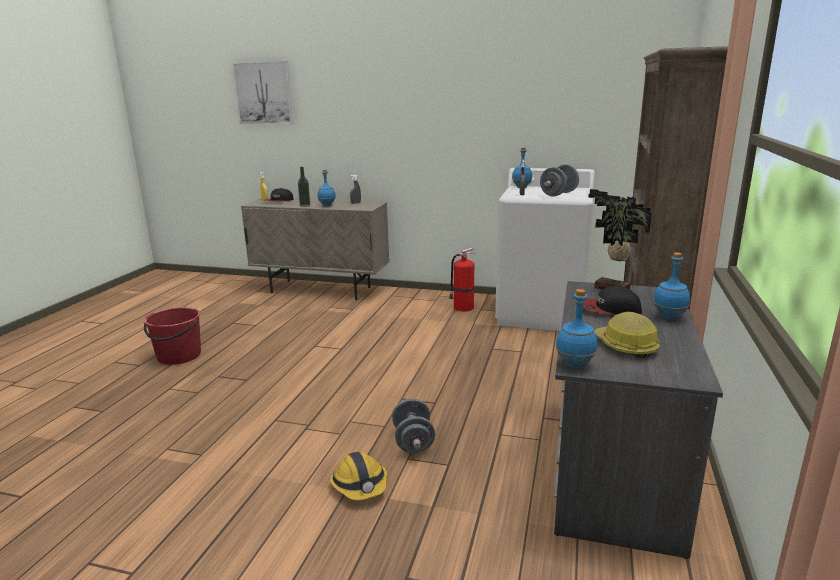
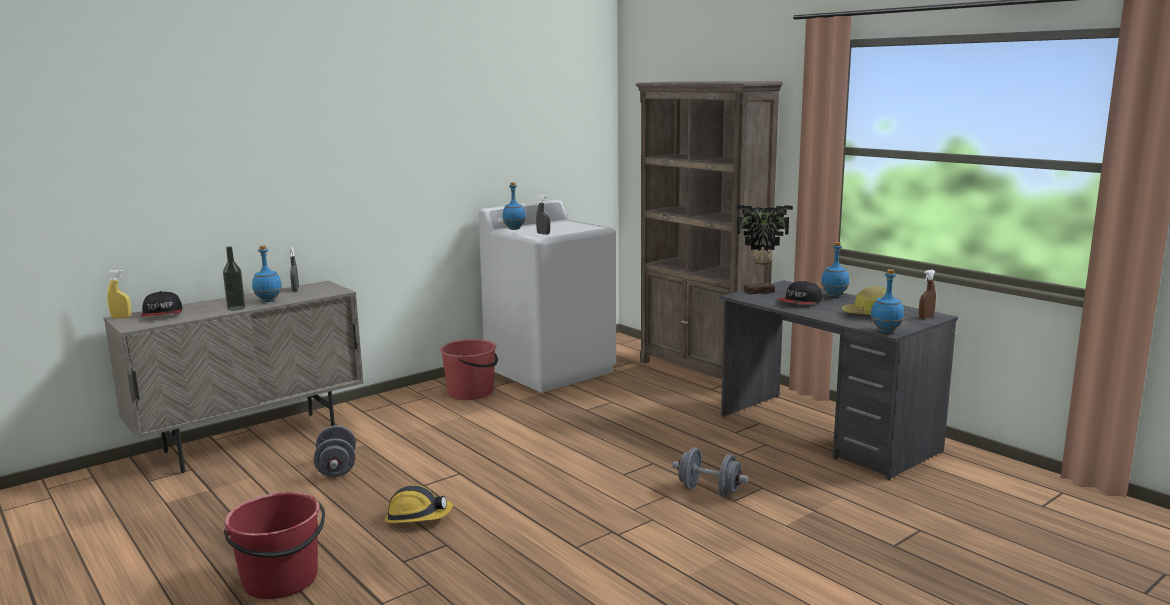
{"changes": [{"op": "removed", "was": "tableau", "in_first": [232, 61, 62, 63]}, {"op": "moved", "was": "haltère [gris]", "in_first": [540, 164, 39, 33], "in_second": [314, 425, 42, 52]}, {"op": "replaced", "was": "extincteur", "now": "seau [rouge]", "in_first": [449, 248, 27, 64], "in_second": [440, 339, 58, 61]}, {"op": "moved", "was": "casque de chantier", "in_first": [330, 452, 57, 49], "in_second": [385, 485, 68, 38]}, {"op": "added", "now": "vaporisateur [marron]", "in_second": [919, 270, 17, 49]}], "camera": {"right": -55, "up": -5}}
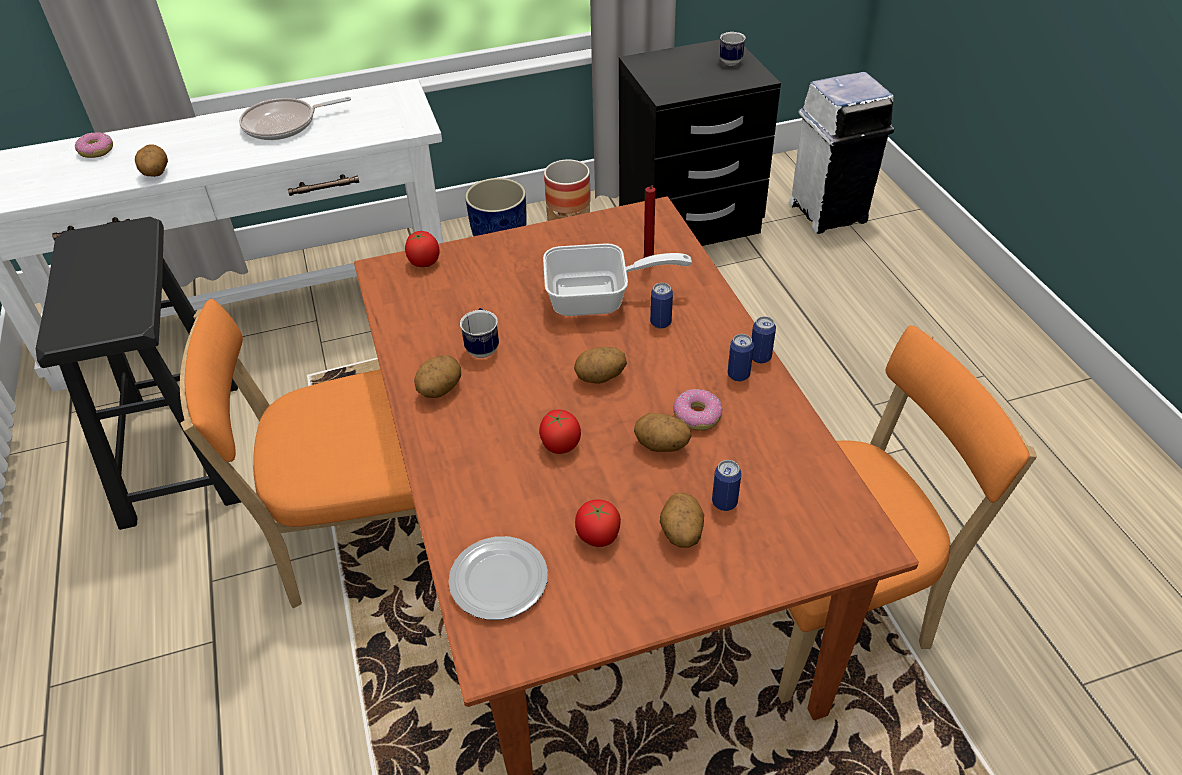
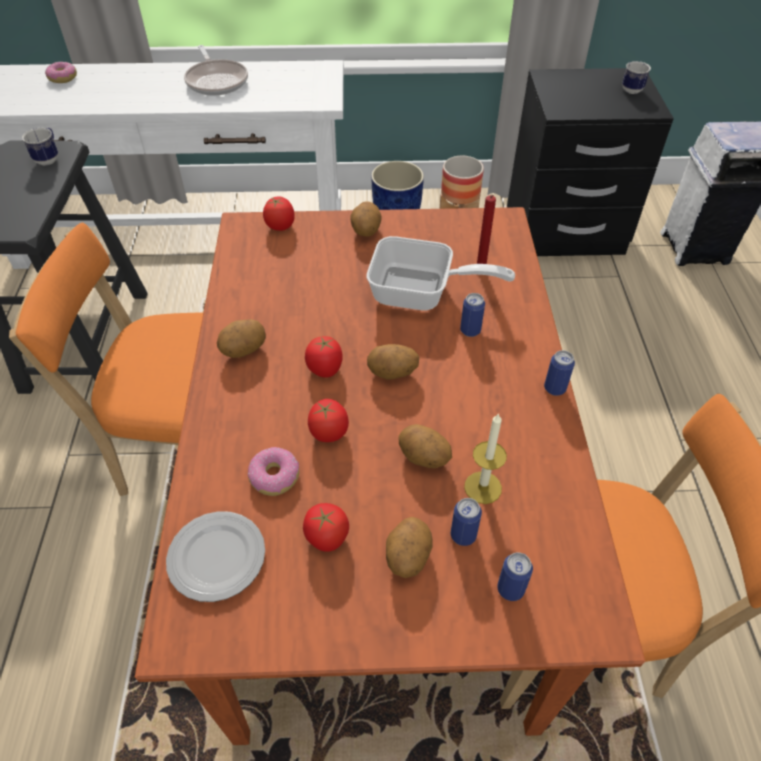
{"changes": [{"op": "turned", "was": "poêle", "in_first": [239, 97, 112, 43], "in_second": [184, 45, 64, 51], "clockwise": -105}, {"op": "moved", "was": "pomme de terre", "in_first": [135, 144, 33, 33], "in_second": [350, 201, 32, 36]}, {"op": "moved", "was": "mug", "in_first": [460, 308, 39, 50], "in_second": [22, 128, 36, 37]}, {"op": "moved", "was": "boîte métallique", "in_first": [728, 334, 26, 47], "in_second": [497, 552, 36, 49]}, {"op": "moved", "was": "beignet", "in_first": [673, 389, 50, 42], "in_second": [248, 447, 51, 49]}, {"op": "added", "now": "tomate", "in_second": [305, 336, 38, 42]}, {"op": "added", "now": "bougie", "in_second": [464, 413, 43, 91]}], "camera": {"right": 15, "up": 5}}
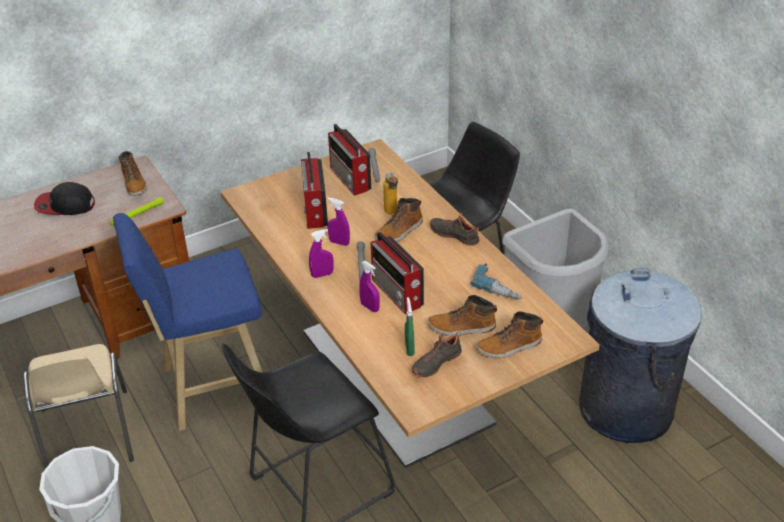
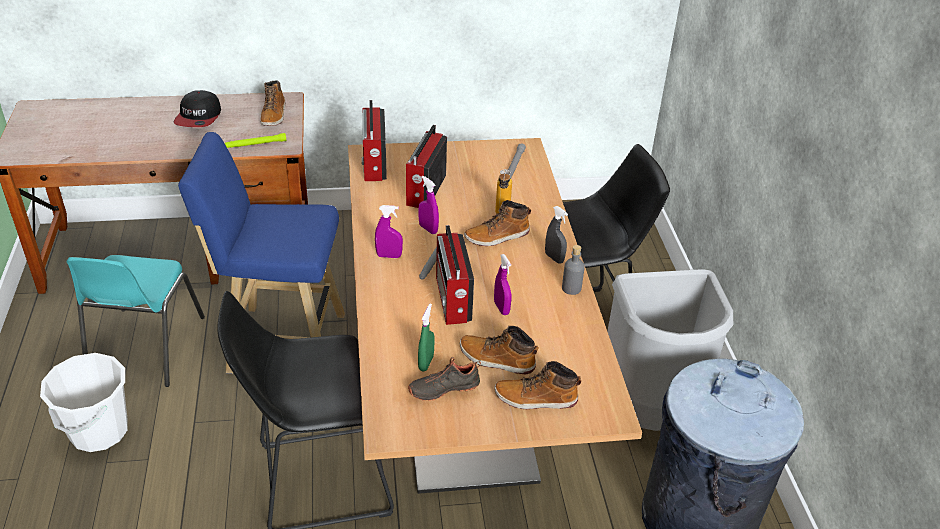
{"changes": [{"op": "moved", "was": "radio", "in_first": [328, 124, 43, 72], "in_second": [362, 100, 25, 81]}, {"op": "turned", "was": "casquette", "in_first": [34, 182, 61, 33], "in_second": [174, 90, 47, 37], "clockwise": -105}, {"op": "replaced", "was": "chaussure [noir]", "now": "vaporisateur [gris]", "in_first": [430, 213, 49, 33], "in_second": [545, 206, 23, 58]}, {"op": "moved", "was": "vaporisateur [violet]", "in_first": [359, 261, 21, 51], "in_second": [494, 254, 18, 61]}, {"op": "removed", "was": "perceuse", "in_first": [470, 263, 52, 36]}, {"op": "recoloured", "was": "chaise [beige]", "now": "chaise [turquoise]", "in_first": [23, 344, 111, 125], "in_second": [66, 255, 139, 132]}, {"op": "added", "now": "bouteille [gris]", "in_second": [562, 245, 23, 50]}], "camera": {"right": 20, "up": 0}}
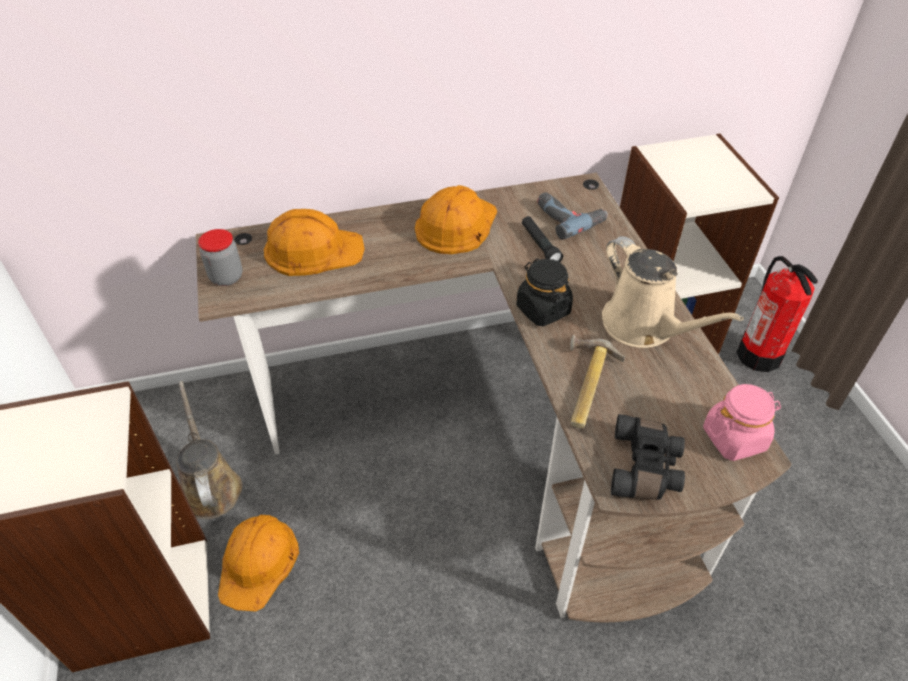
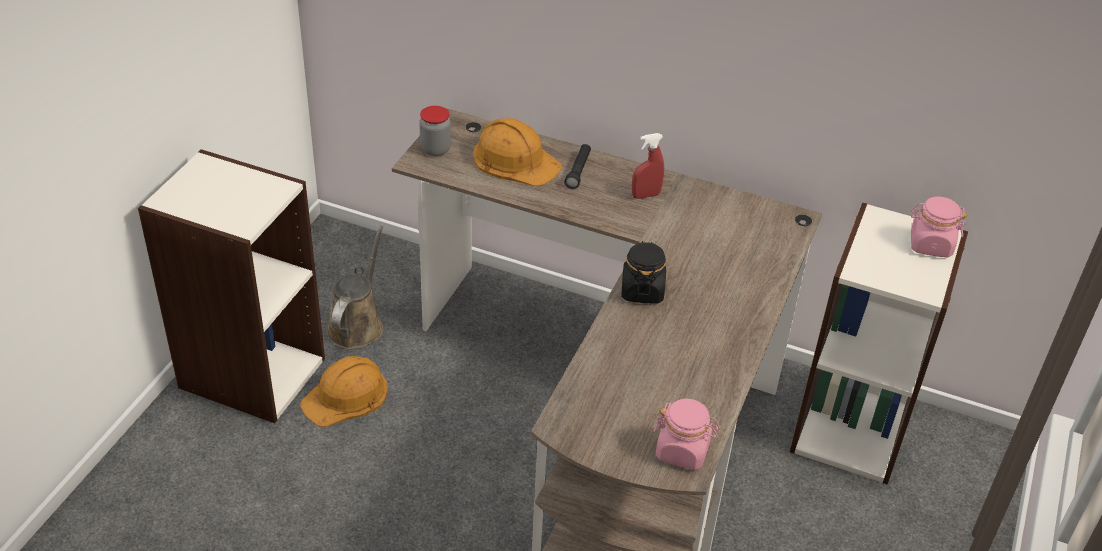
{"changes": [{"op": "replaced", "was": "casque de chantier [orange]", "now": "vaporisateur [rouge]", "in_first": [415, 185, 82, 69], "in_second": [632, 133, 32, 66]}, {"op": "removed", "was": "perceuse", "in_first": [537, 192, 71, 48]}, {"op": "moved", "was": "lampe de poche [noir]", "in_first": [522, 216, 41, 46], "in_second": [564, 144, 27, 45]}, {"op": "removed", "was": "arrosoir [beige]", "in_first": [602, 236, 142, 112]}, {"op": "removed", "was": "extincteur", "in_first": [736, 256, 82, 116]}, {"op": "removed", "was": "marteau", "in_first": [570, 334, 55, 94]}, {"op": "removed", "was": "jumelles [noir]", "in_first": [611, 414, 74, 86]}, {"op": "added", "now": "bocal [rose]", "in_second": [911, 196, 56, 61]}], "camera": {"right": 35, "up": -5}}
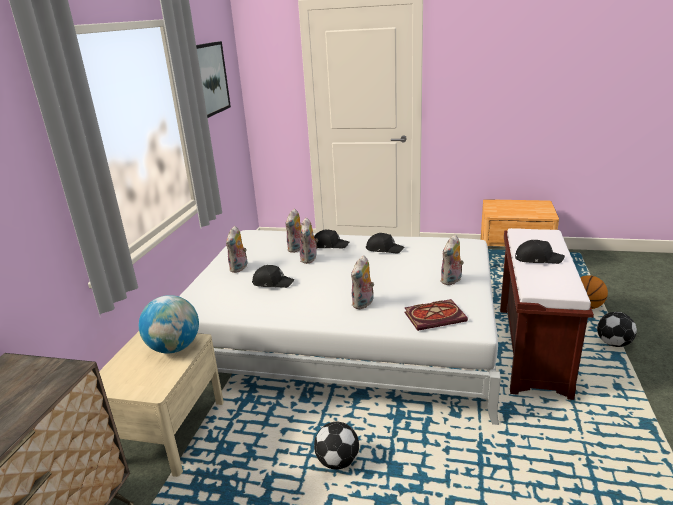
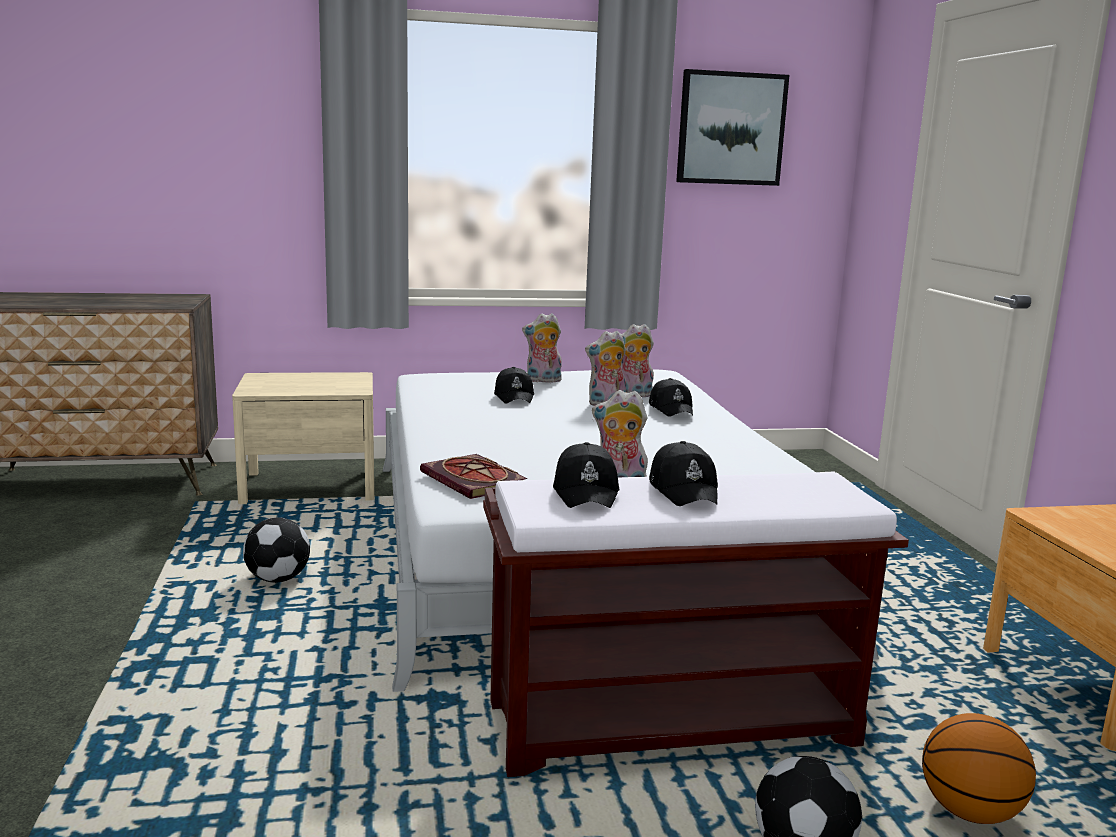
{"changes": [{"op": "moved", "was": "casquette [noir]", "in_first": [366, 233, 38, 21], "in_second": [553, 442, 67, 66]}, {"op": "removed", "was": "peluche", "in_first": [351, 255, 23, 54]}, {"op": "removed", "was": "globe", "in_first": [139, 295, 60, 58]}], "camera": {"right": 65, "up": -10}}
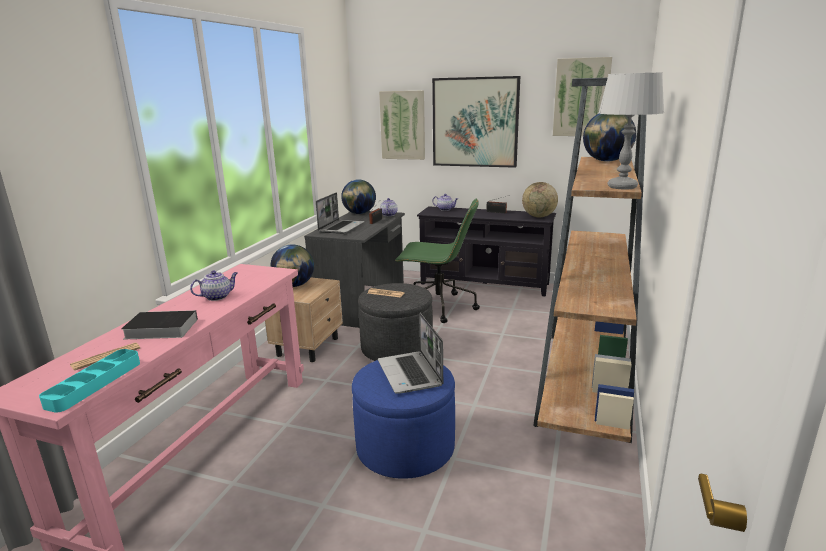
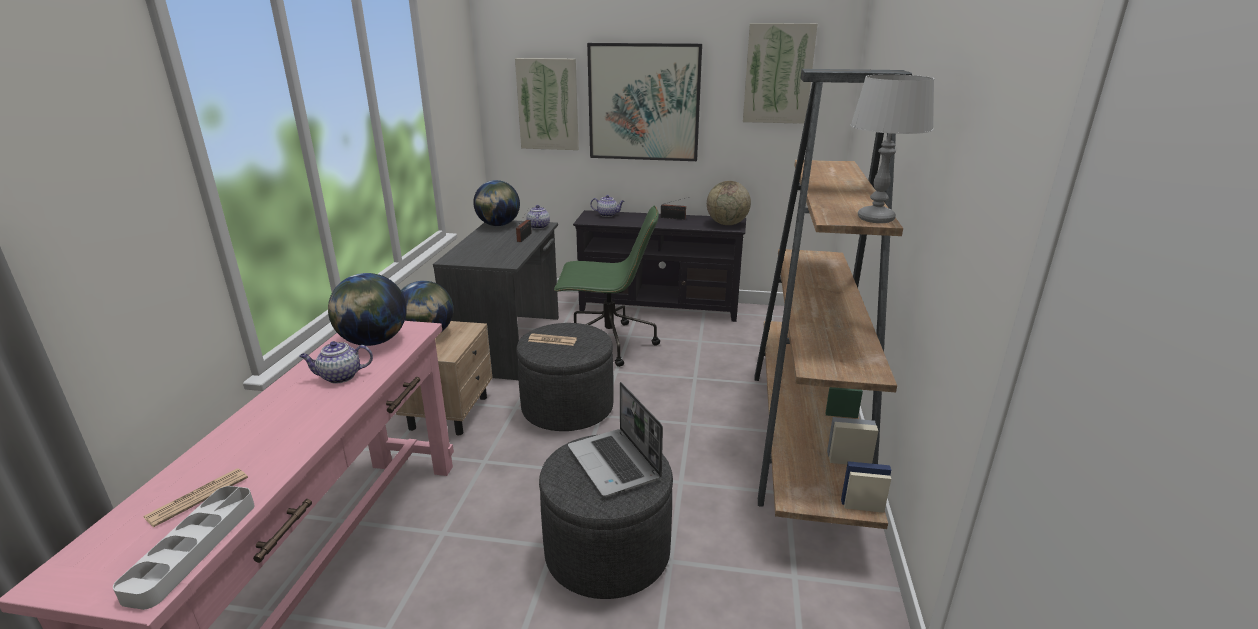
{"changes": [{"op": "moved", "was": "globe", "in_first": [583, 114, 53, 48], "in_second": [328, 273, 79, 73]}, {"op": "removed", "was": "ordinateur portable", "in_first": [316, 193, 48, 41]}, {"op": "turned", "was": "théière", "in_first": [190, 270, 48, 31], "in_second": [299, 341, 74, 43], "clockwise": -150}, {"op": "removed", "was": "livre", "in_first": [121, 310, 77, 29]}, {"op": "recoloured", "was": "plateau [turquoise]", "now": "plateau [gris]", "in_first": [39, 349, 101, 64], "in_second": [113, 486, 142, 124]}, {"op": "recoloured", "was": "pouf [bleu]", "now": "pouf [gris]", "in_first": [352, 360, 103, 119], "in_second": [539, 435, 134, 164]}], "camera": {"right": -10, "up": 5}}
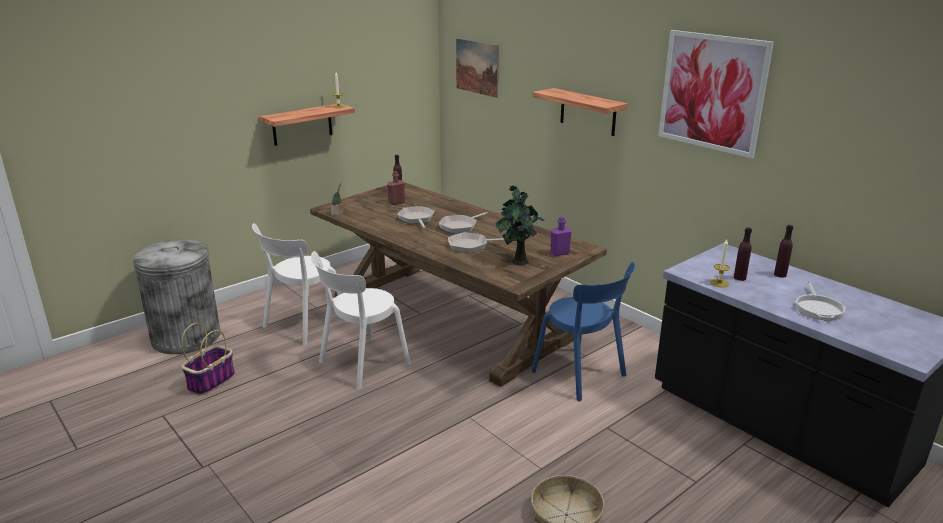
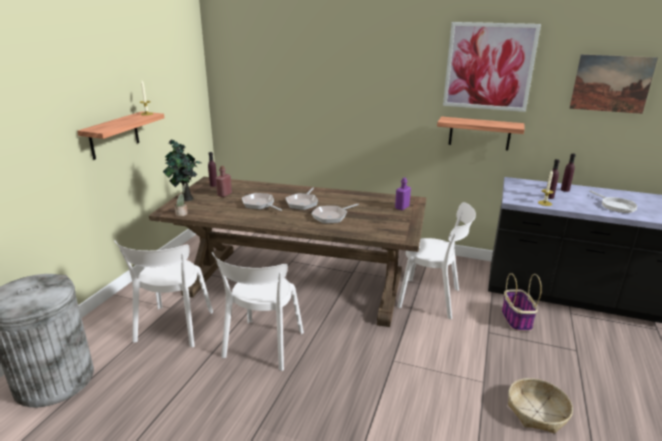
{"changes": [{"op": "moved", "was": "tableau", "in_first": [456, 38, 43, 60], "in_second": [569, 54, 89, 60]}, {"op": "moved", "was": "étagère", "in_first": [532, 88, 96, 48], "in_second": [437, 116, 88, 34]}, {"op": "moved", "was": "plante en pot", "in_first": [495, 185, 50, 80], "in_second": [163, 140, 38, 61]}, {"op": "recoloured", "was": "chaise [bleu]", "now": "chaise [blanc]", "in_first": [531, 262, 104, 139], "in_second": [397, 202, 79, 117]}, {"op": "moved", "was": "panier", "in_first": [181, 323, 54, 73], "in_second": [502, 273, 40, 58]}], "camera": {"right": -30, "up": 0}}
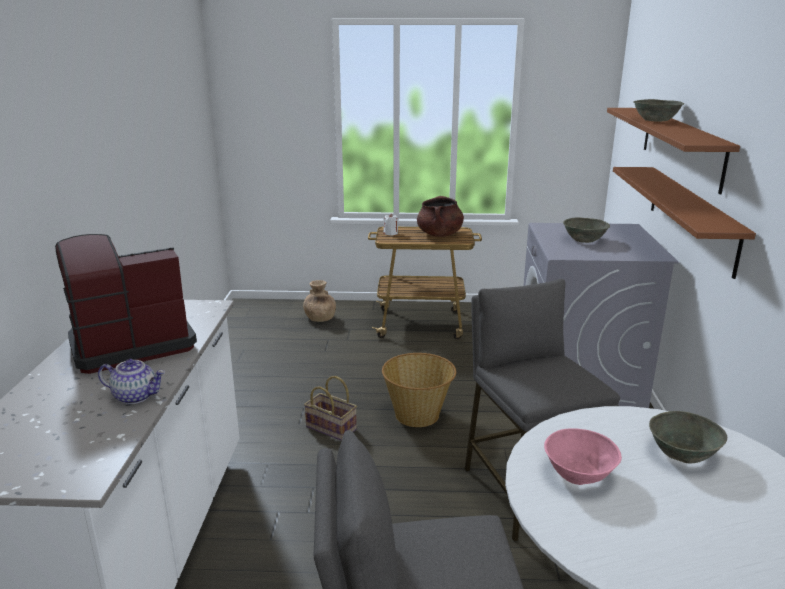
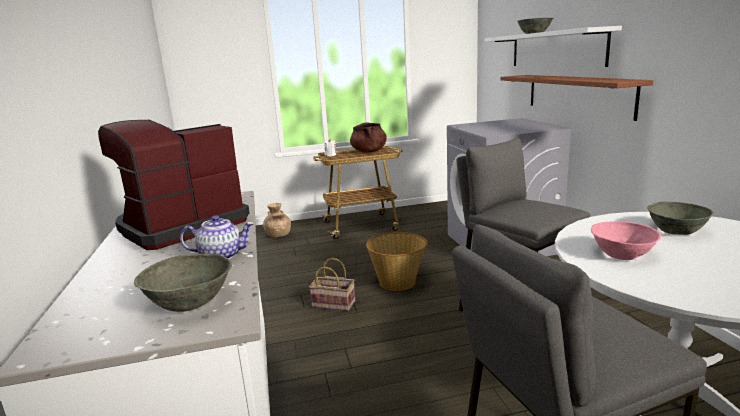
{"changes": [{"op": "recoloured", "was": "étagère [marron]", "now": "étagère [blanc]", "in_first": [607, 108, 133, 86], "in_second": [485, 26, 137, 41]}, {"op": "moved", "was": "bol [gris]", "in_first": [563, 217, 47, 26], "in_second": [134, 254, 98, 58]}], "camera": {"right": -15, "up": -5}}
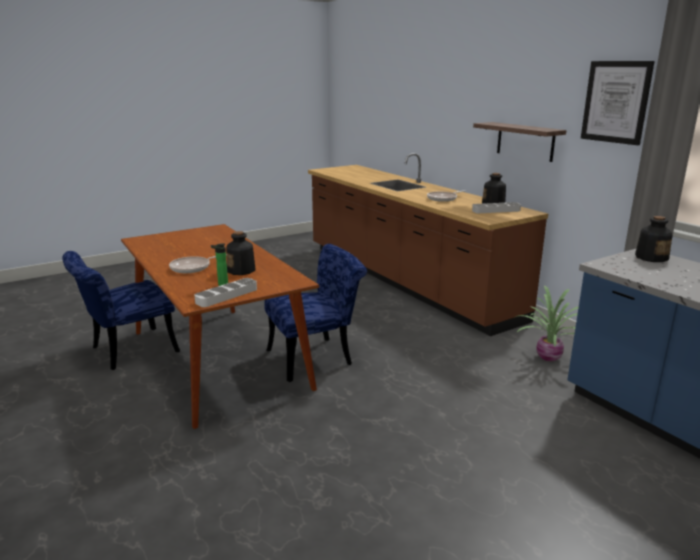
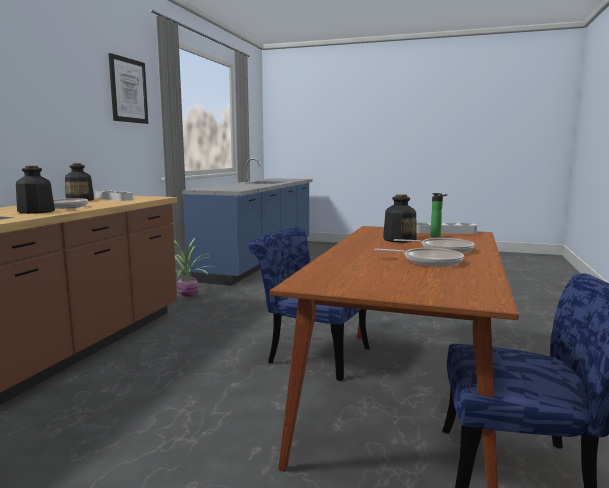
{"changes": [{"op": "removed", "was": "étagère", "in_first": [473, 122, 93, 40]}, {"op": "moved", "was": "bouteille", "in_first": [635, 216, 38, 46], "in_second": [16, 166, 39, 48]}, {"op": "added", "now": "poêle", "in_second": [374, 248, 90, 19]}], "camera": {"right": -130, "up": -10}}
